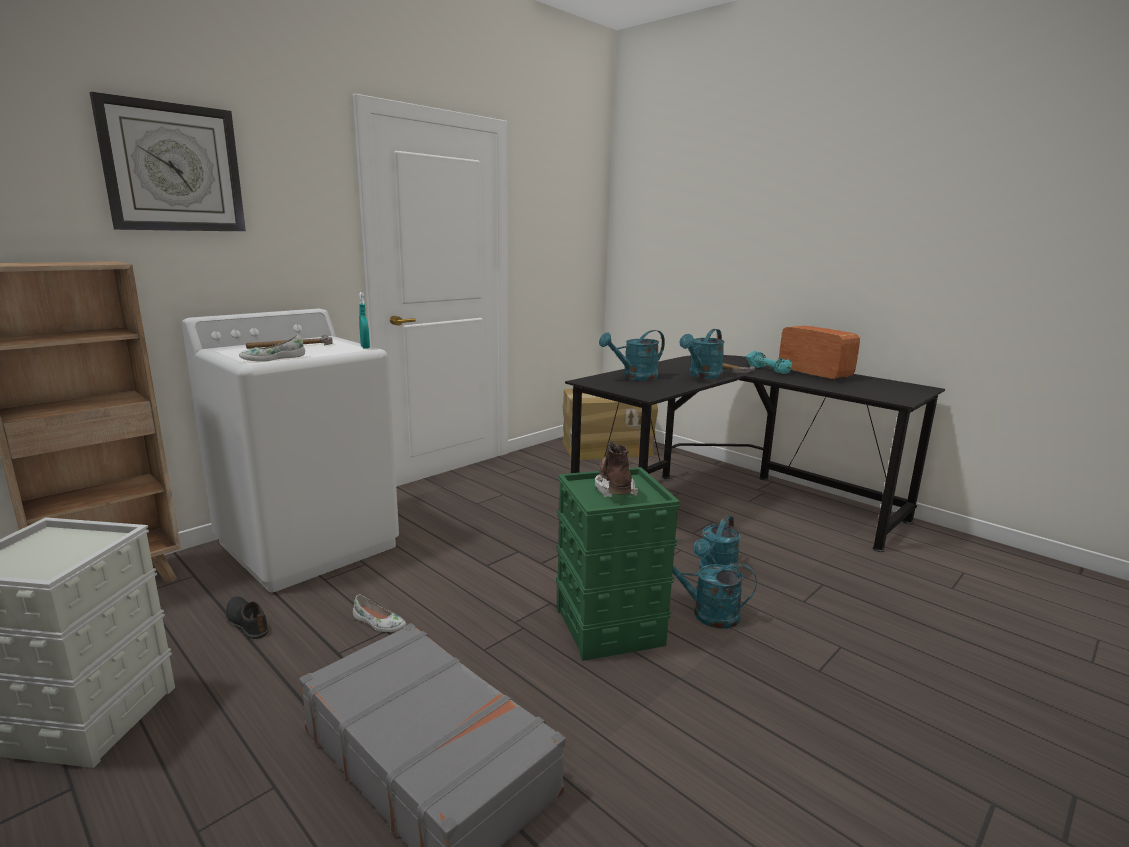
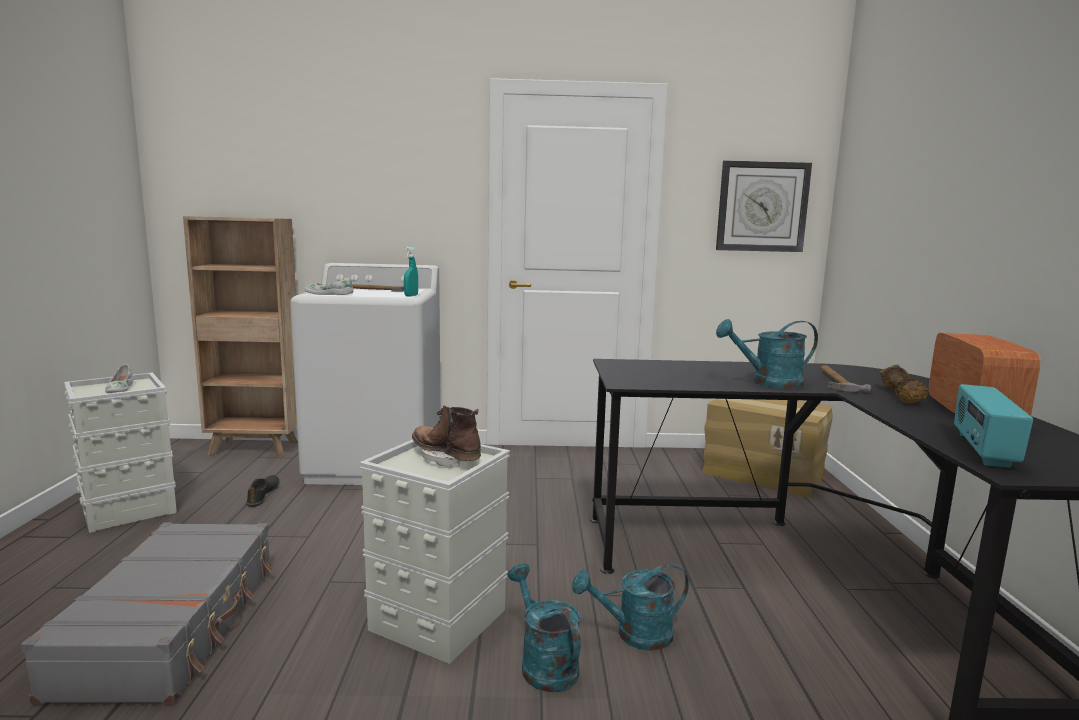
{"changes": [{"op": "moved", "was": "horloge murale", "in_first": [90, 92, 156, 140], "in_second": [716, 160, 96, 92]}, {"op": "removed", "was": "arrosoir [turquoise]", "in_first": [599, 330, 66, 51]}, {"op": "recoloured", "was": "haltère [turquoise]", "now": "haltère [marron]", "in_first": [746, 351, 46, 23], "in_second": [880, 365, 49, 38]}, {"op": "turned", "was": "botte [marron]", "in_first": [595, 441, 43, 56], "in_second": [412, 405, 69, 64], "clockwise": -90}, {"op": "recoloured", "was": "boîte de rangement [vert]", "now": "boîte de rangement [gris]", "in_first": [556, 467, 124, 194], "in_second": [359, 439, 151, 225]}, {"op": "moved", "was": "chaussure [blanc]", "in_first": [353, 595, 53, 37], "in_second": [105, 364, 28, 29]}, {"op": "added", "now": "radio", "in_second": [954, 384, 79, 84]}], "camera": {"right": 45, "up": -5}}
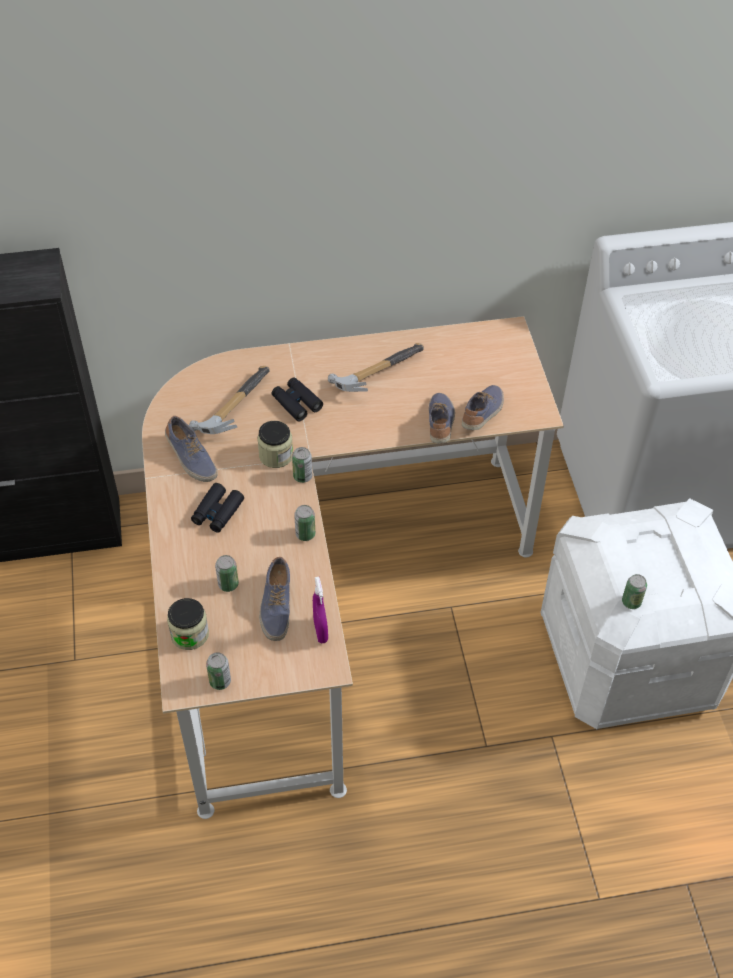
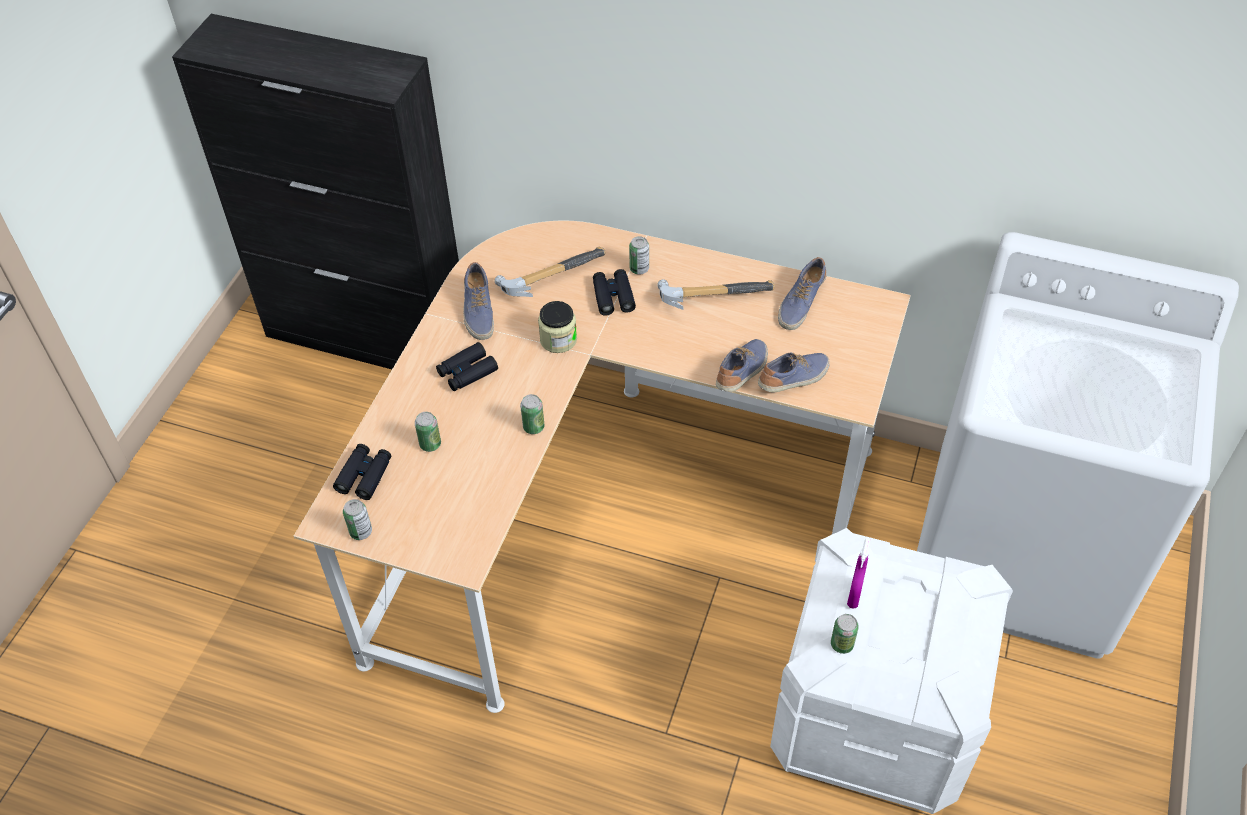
{"changes": [{"op": "moved", "was": "boîte métallique", "in_first": [292, 447, 20, 36], "in_second": [629, 236, 20, 39]}, {"op": "moved", "was": "chaussure", "in_first": [259, 557, 31, 84], "in_second": [778, 257, 49, 73]}, {"op": "moved", "was": "vaporisateur [violet]", "in_first": [313, 577, 15, 66], "in_second": [847, 538, 23, 71]}, {"op": "replaced", "was": "bocal", "now": "jumelles [noir]", "in_first": [167, 598, 42, 52], "in_second": [333, 444, 58, 56]}], "camera": {"right": 30, "up": 0}}
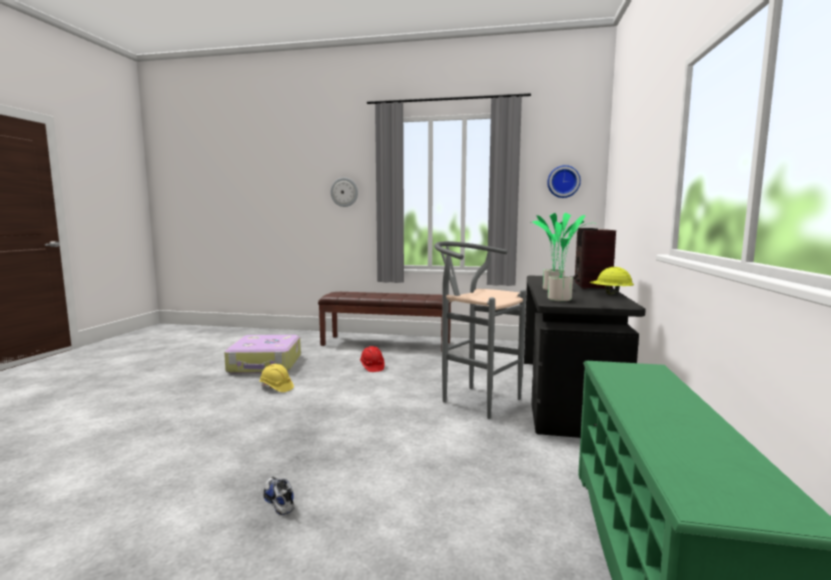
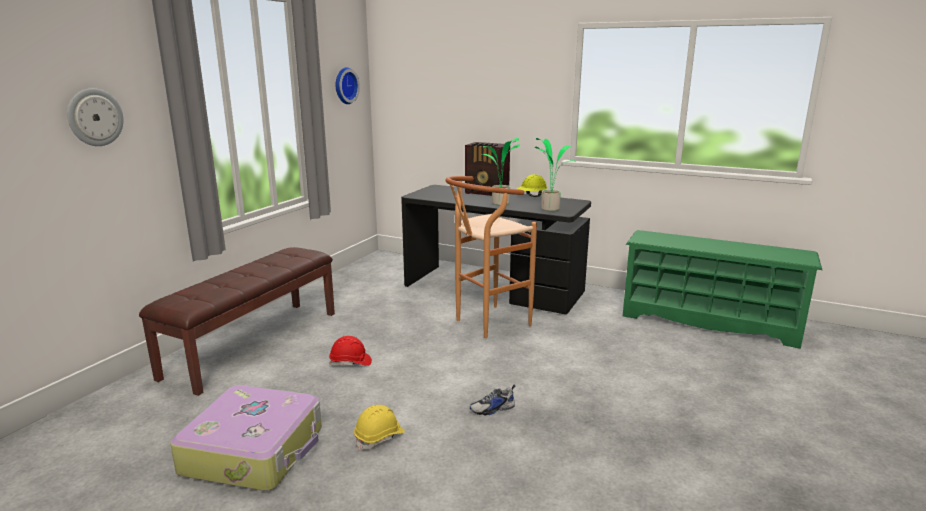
{"changes": [{"op": "recoloured", "was": "tabouret [gris]", "now": "tabouret [marron]", "in_first": [434, 241, 92, 178], "in_second": [445, 176, 92, 162]}, {"op": "moved", "was": "chaussure", "in_first": [264, 477, 30, 38], "in_second": [470, 385, 45, 31]}], "camera": {"right": -75, "up": 10}}
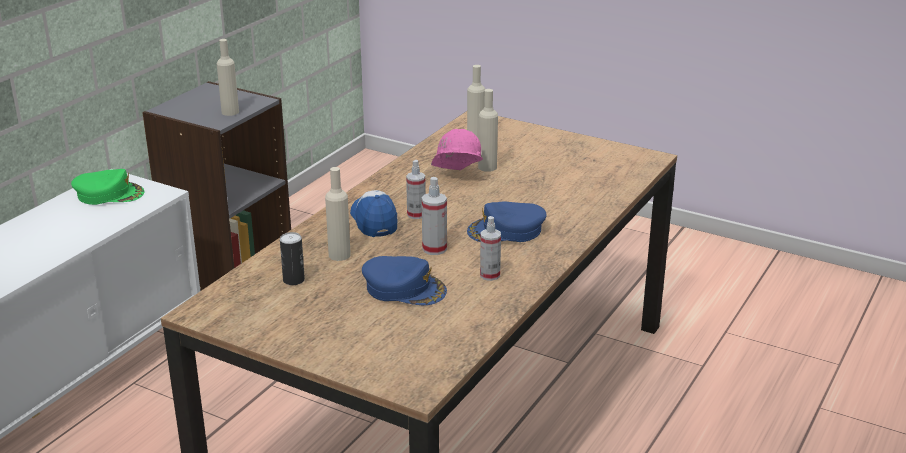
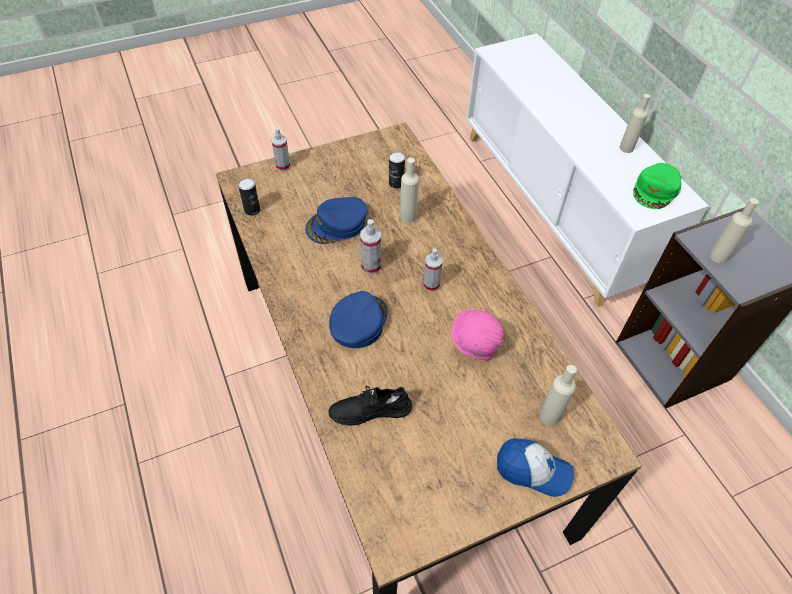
{"changes": [{"op": "moved", "was": "bouteille [beige]", "in_first": [478, 89, 20, 83], "in_second": [620, 94, 30, 59]}, {"op": "moved", "was": "casquette", "in_first": [350, 190, 47, 47], "in_second": [497, 439, 77, 58]}, {"op": "moved", "was": "vaporisateur", "in_first": [480, 216, 21, 65], "in_second": [271, 128, 19, 43]}, {"op": "added", "now": "boîte métallique", "in_second": [238, 178, 22, 38]}, {"op": "added", "now": "chaussure [noir]", "in_second": [329, 386, 83, 39]}], "camera": {"right": 125, "up": 25}}
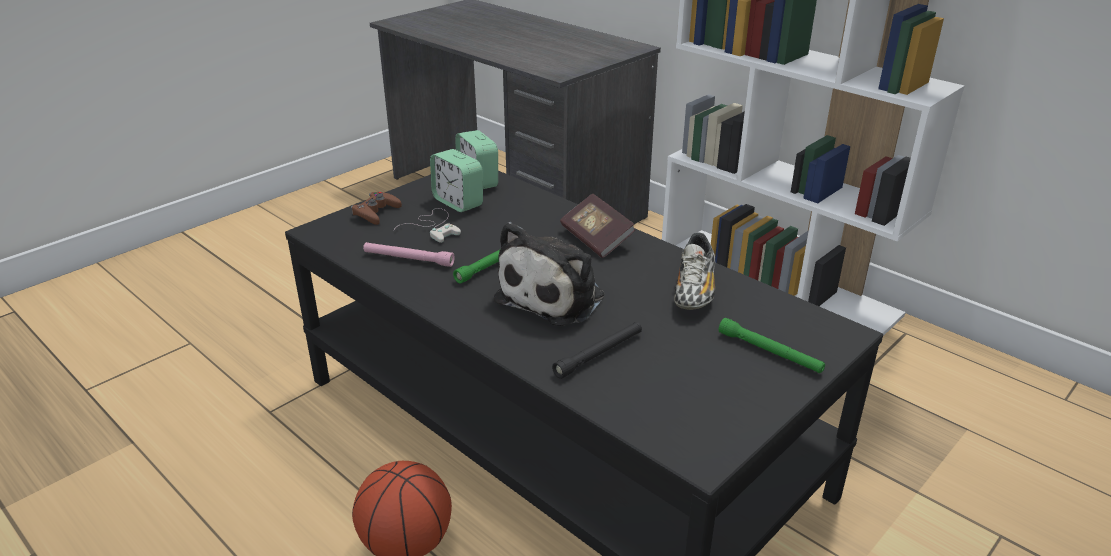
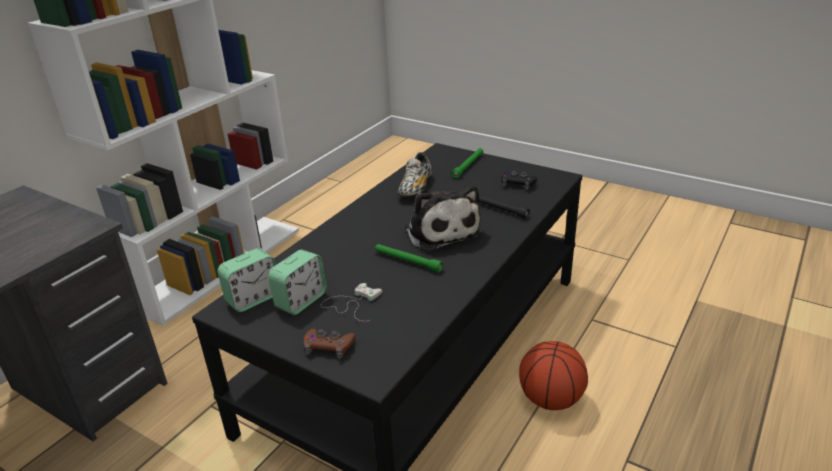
{"changes": [{"op": "removed", "was": "livre", "in_first": [560, 194, 76, 64]}, {"op": "turned", "was": "peluche", "in_first": [494, 222, 110, 104], "in_second": [405, 185, 76, 67], "clockwise": 45}, {"op": "turned", "was": "chaussure", "in_first": [674, 233, 41, 77], "in_second": [397, 152, 35, 45], "clockwise": 105}, {"op": "removed", "was": "lampe de poche [rose]", "in_first": [363, 242, 92, 25]}, {"op": "added", "now": "manette [noir]", "in_second": [501, 171, 36, 19]}], "camera": {"right": -100, "up": 0}}
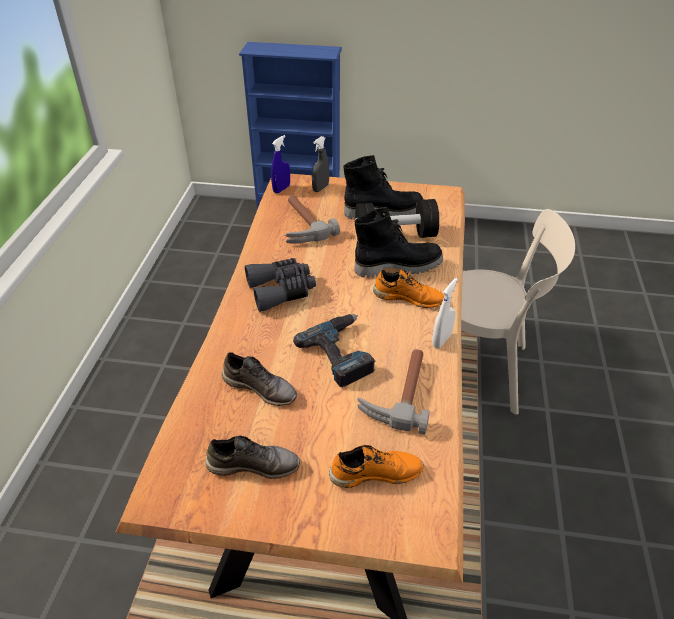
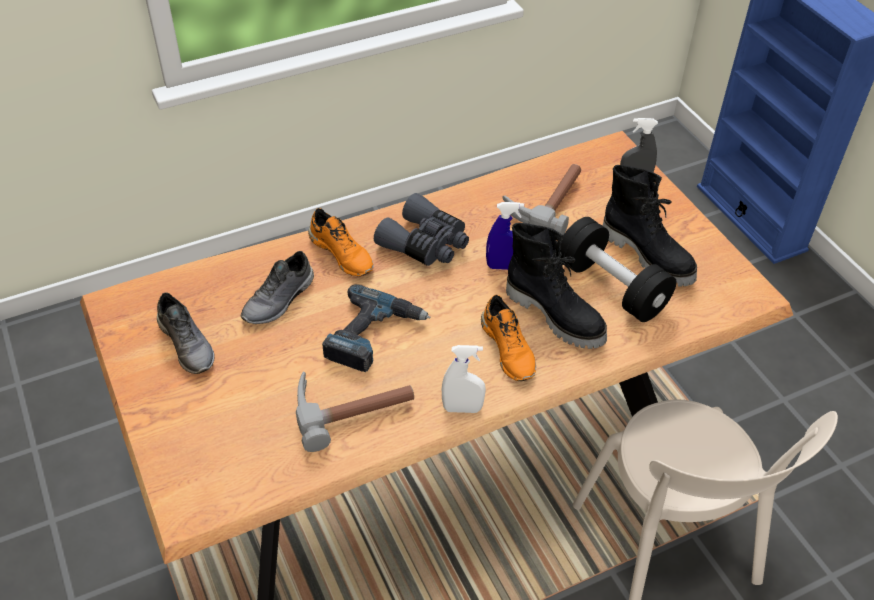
{"changes": [{"op": "moved", "was": "vaporisateur [bleu]", "in_first": [271, 135, 19, 58], "in_second": [486, 202, 38, 68]}, {"op": "turned", "was": "chaussure [gris]", "in_first": [222, 352, 75, 54], "in_second": [241, 251, 73, 73], "clockwise": 45}, {"op": "moved", "was": "chaussure [orange]", "in_first": [329, 445, 95, 43], "in_second": [308, 208, 66, 68]}], "camera": {"right": 55, "up": 5}}
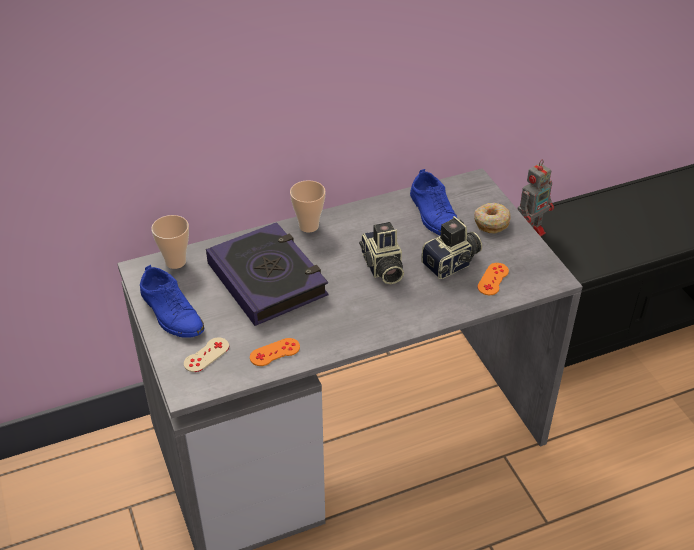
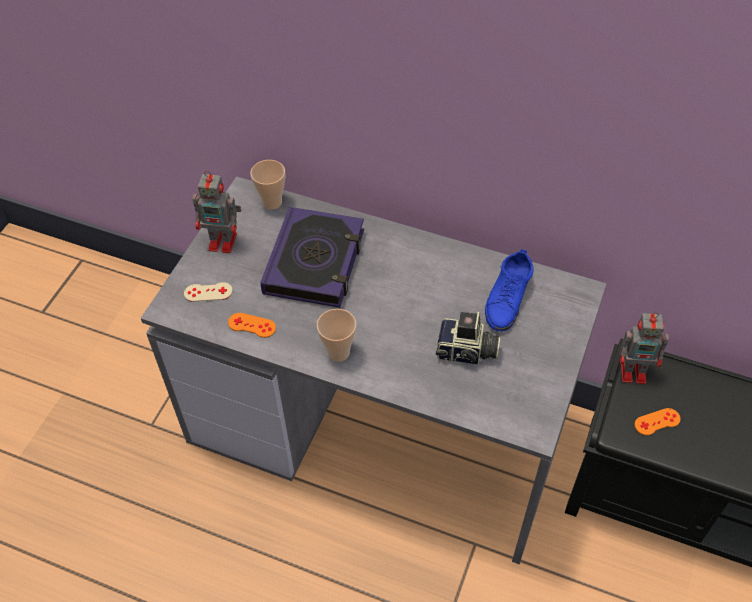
{"changes": [{"op": "moved", "was": "tasse", "in_first": [290, 180, 36, 53], "in_second": [317, 309, 39, 53]}, {"op": "removed", "was": "beignet", "in_first": [474, 203, 37, 31]}, {"op": "removed", "was": "appareil photo", "in_first": [359, 222, 45, 62]}, {"op": "moved", "was": "manette [orange]", "in_first": [477, 263, 32, 32], "in_second": [634, 408, 47, 27]}, {"op": "replaced", "was": "chaussure [bleu]", "now": "robot jouet", "in_first": [140, 265, 64, 73], "in_second": [192, 171, 49, 82]}], "camera": {"right": 45, "up": 10}}
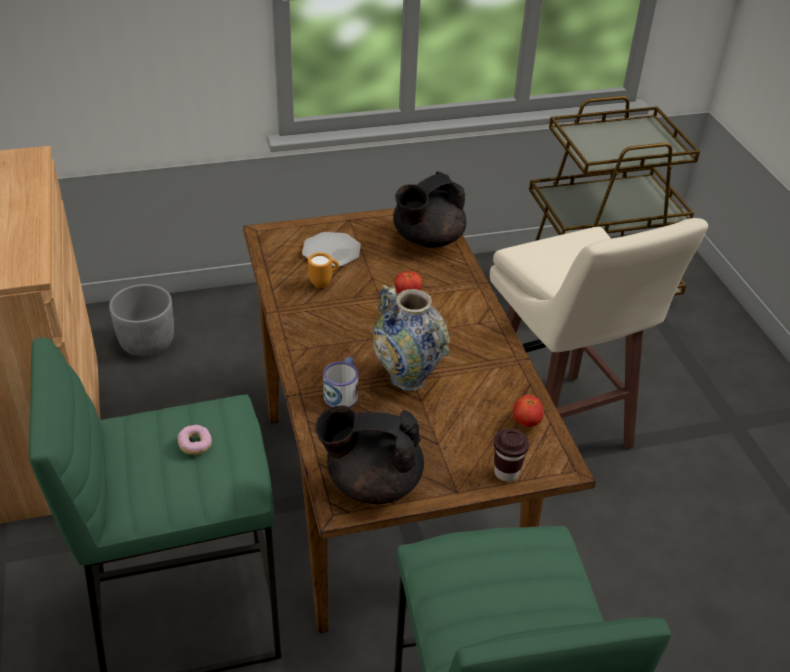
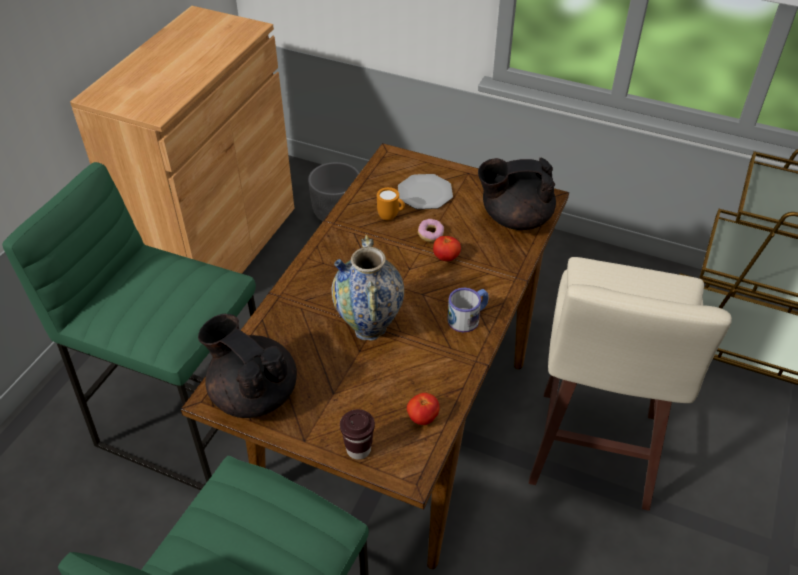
{"changes": [{"op": "moved", "was": "mug", "in_first": [323, 357, 35, 51], "in_second": [447, 288, 41, 44]}, {"op": "moved", "was": "beignet", "in_first": [178, 425, 34, 30], "in_second": [418, 219, 26, 23]}], "camera": {"right": 40, "up": 5}}
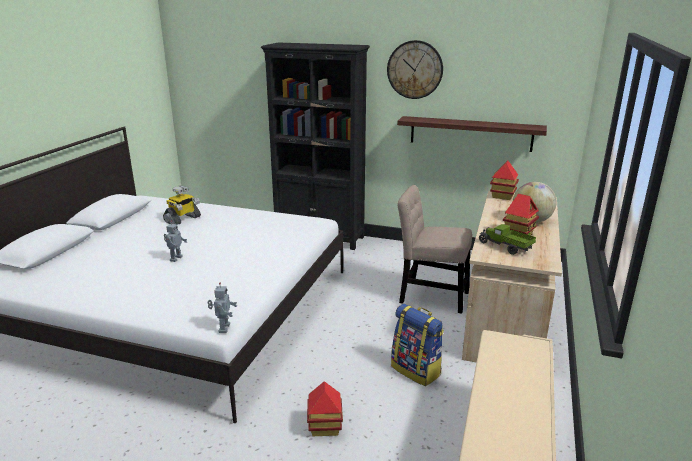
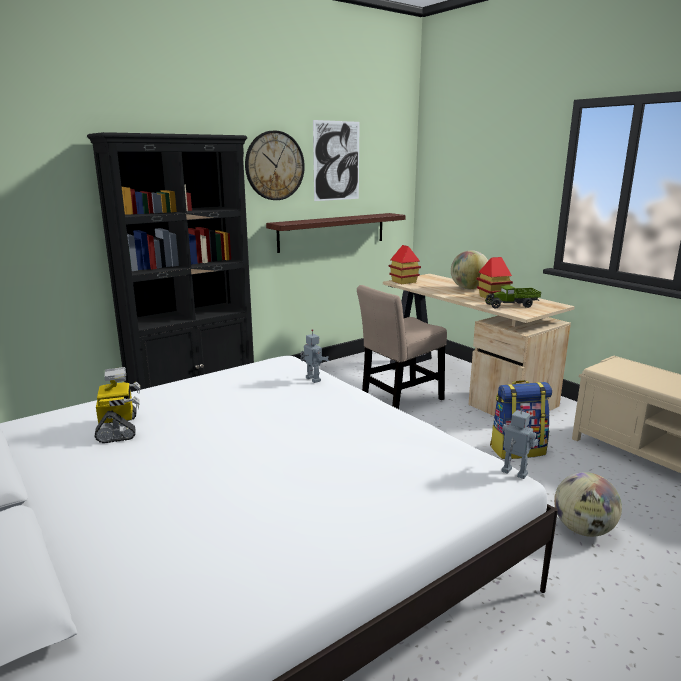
{"changes": [{"op": "moved", "was": "robot jouet", "in_first": [164, 221, 23, 41], "in_second": [300, 329, 29, 54]}, {"op": "replaced", "was": "maison miniature", "now": "globe", "in_first": [307, 381, 36, 55], "in_second": [554, 472, 68, 65]}, {"op": "added", "now": "tableau", "in_second": [313, 120, 47, 81]}], "camera": {"right": -55, "up": -5}}
